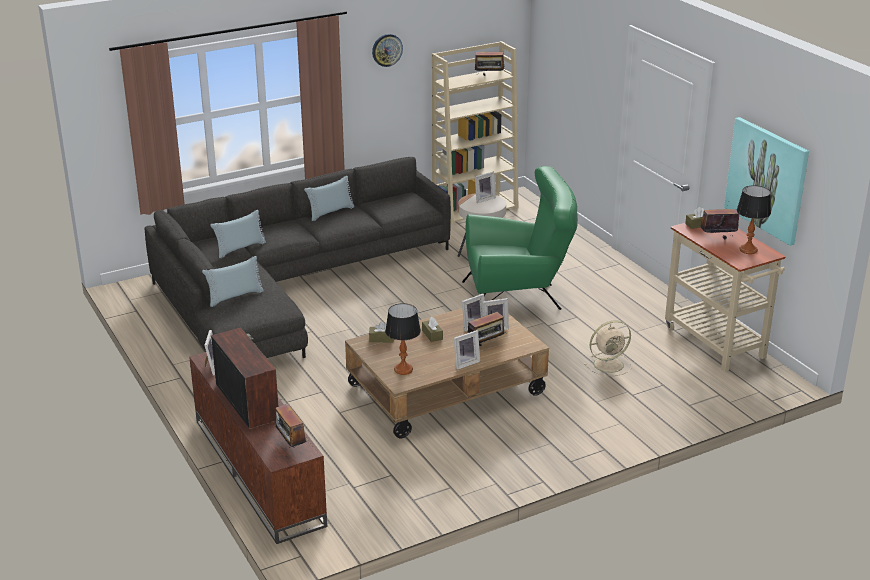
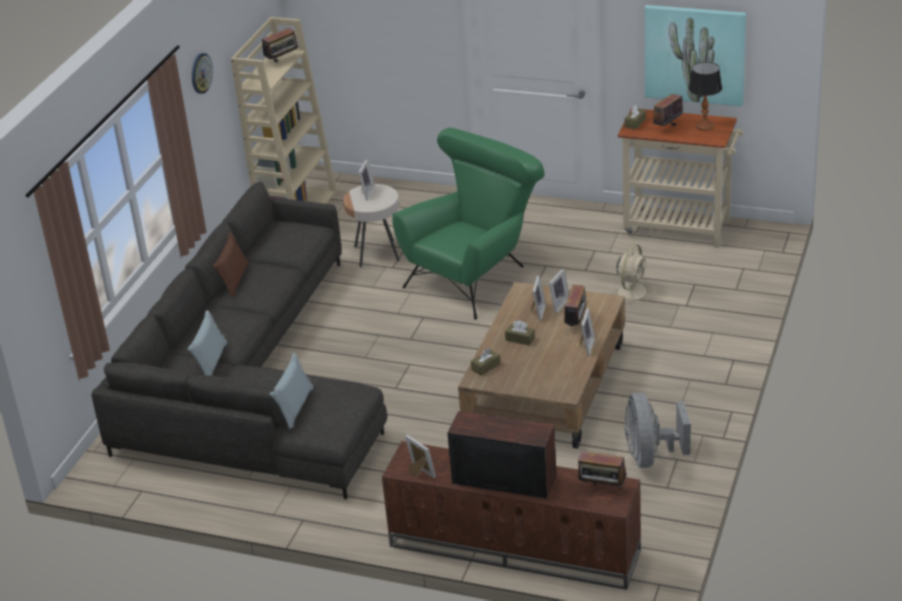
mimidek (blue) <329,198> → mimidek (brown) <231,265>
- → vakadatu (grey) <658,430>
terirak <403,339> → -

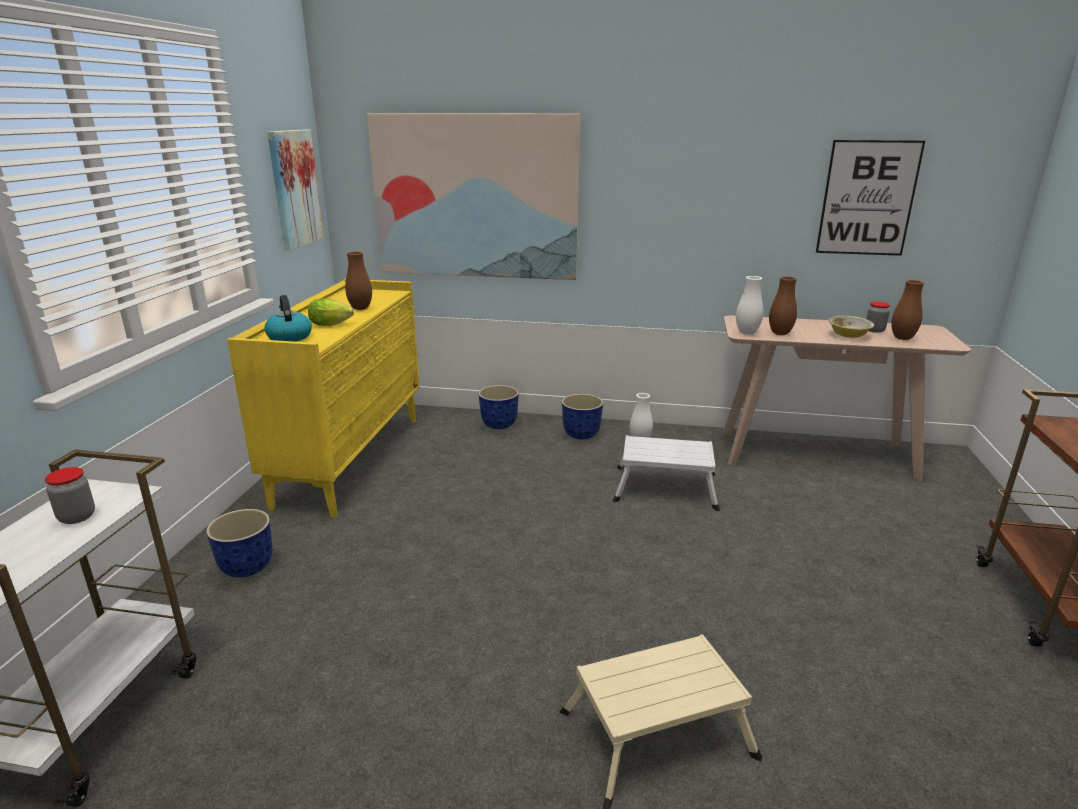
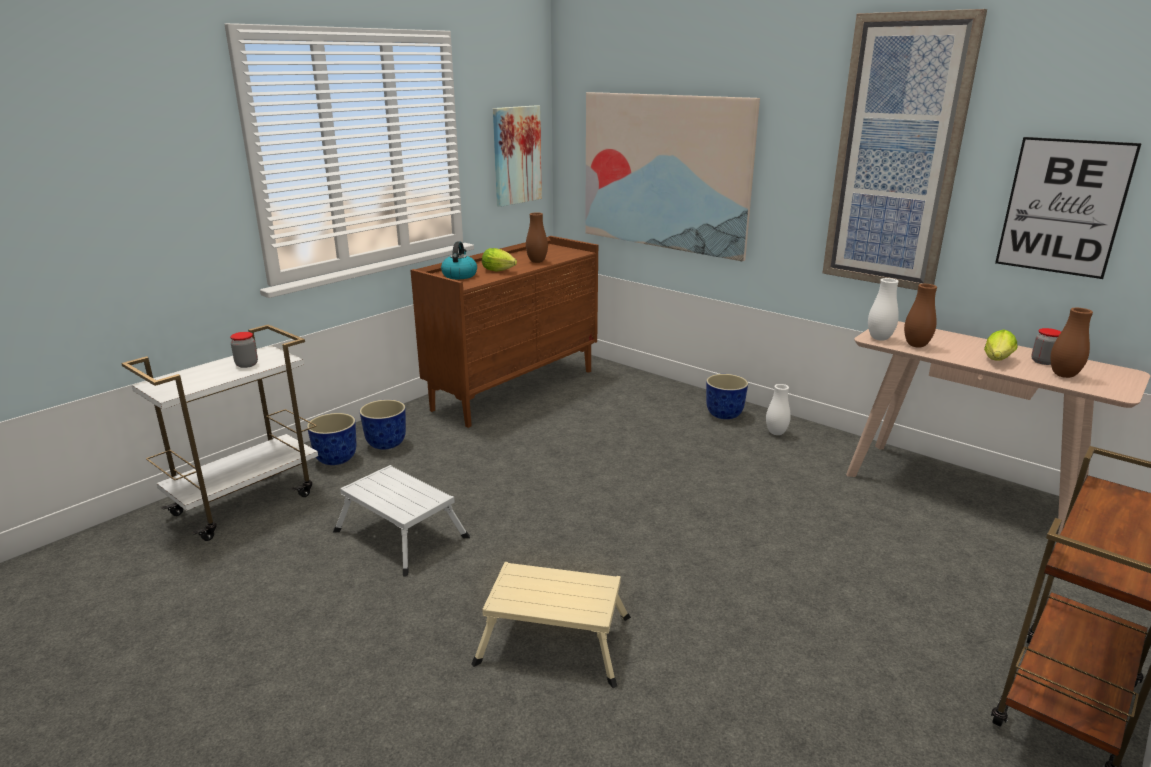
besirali <498,407> → besirali <331,439>, move
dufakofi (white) <666,473> → dufakofi (white) <401,520>, move
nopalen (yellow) <323,398> → nopalen (brown) <504,332>
- → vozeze <904,149>
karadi <851,327> → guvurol <1000,345>

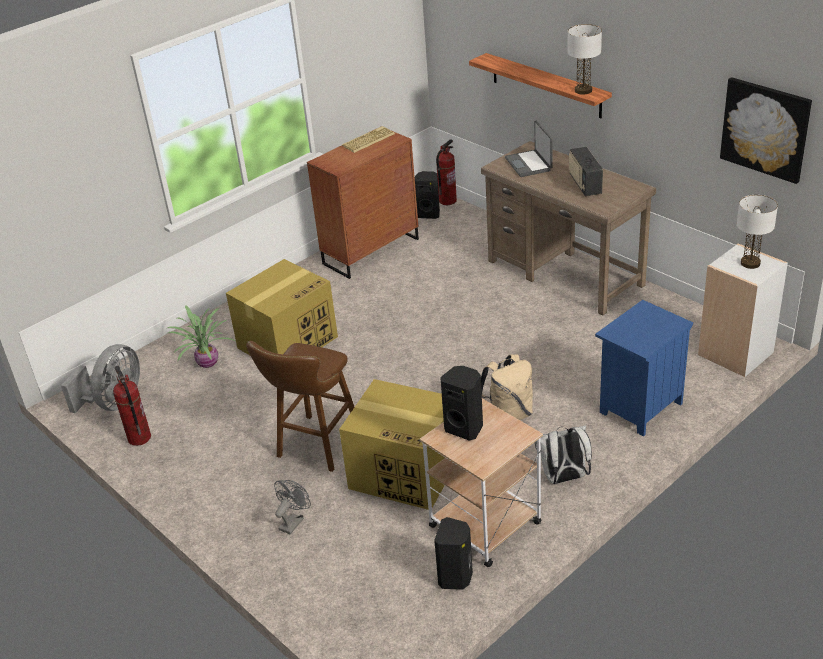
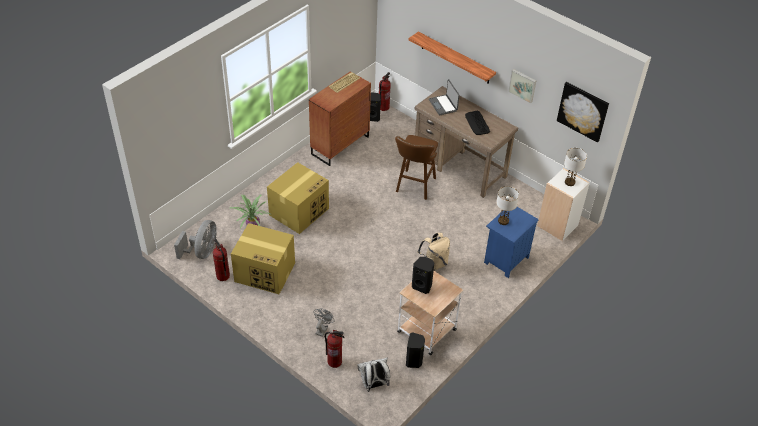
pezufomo <392,444> → pezufomo <263,258>, move
- → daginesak <334,349>
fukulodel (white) <563,454> → fukulodel (white) <373,375>, move
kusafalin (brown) <300,406> → kusafalin (brown) <416,167>, move
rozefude <586,171> → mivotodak <477,123>
terirak <584,59> → terirak <507,205>, move
- → vozeze <522,86>

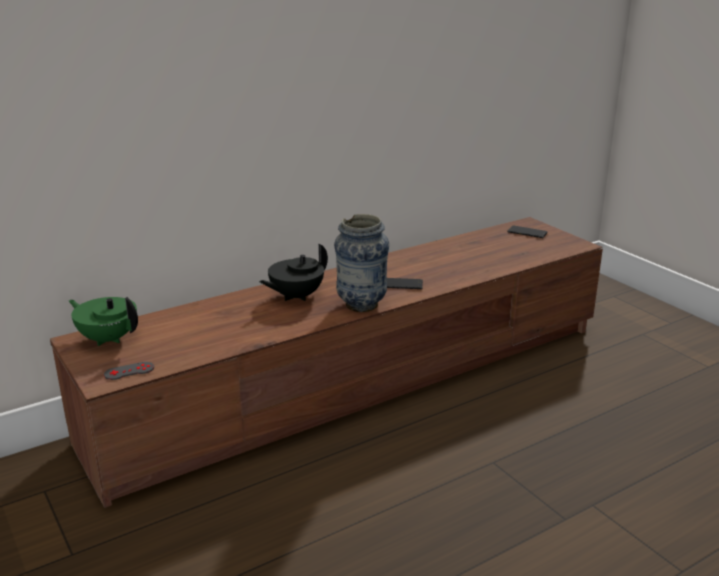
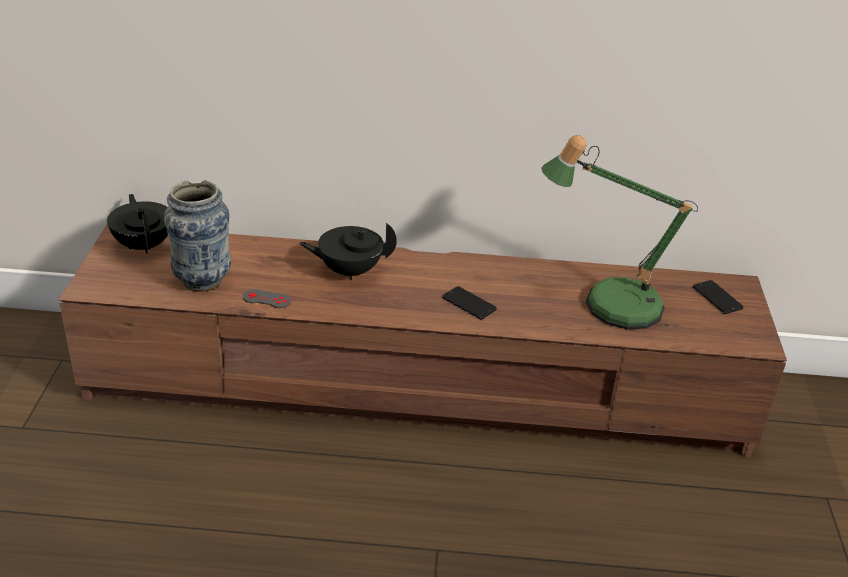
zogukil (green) <103,321> → zogukil (black) <137,224>
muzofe <361,263> → muzofe <197,236>, move
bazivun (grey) <129,371> → bazivun (grey) <267,298>, move
- → terirak <619,232>

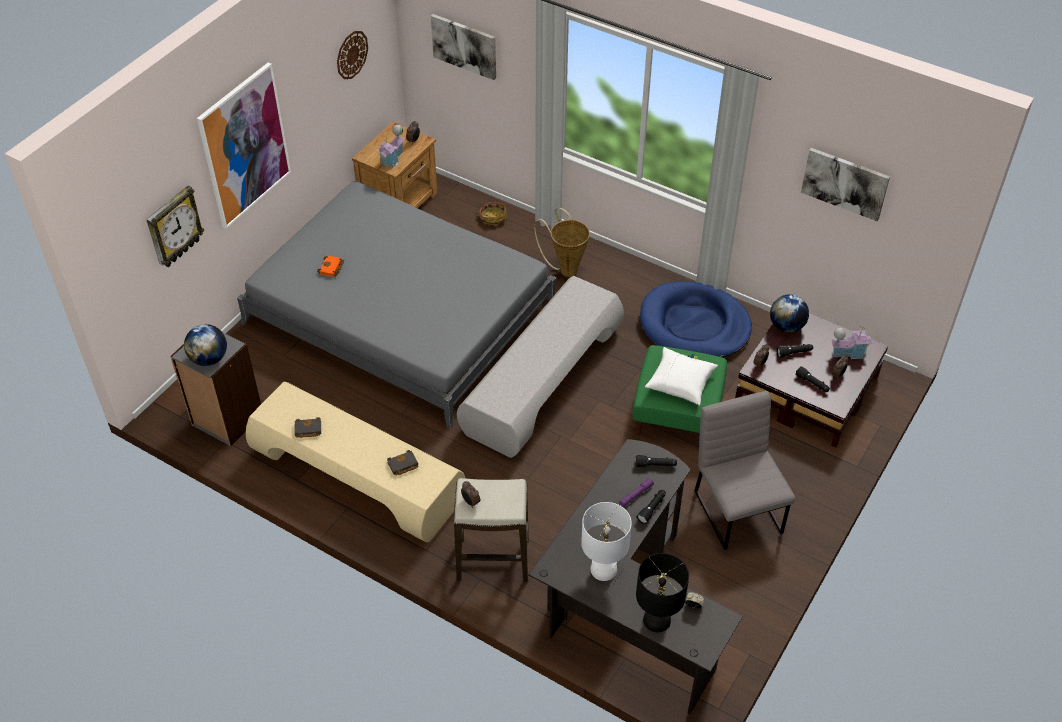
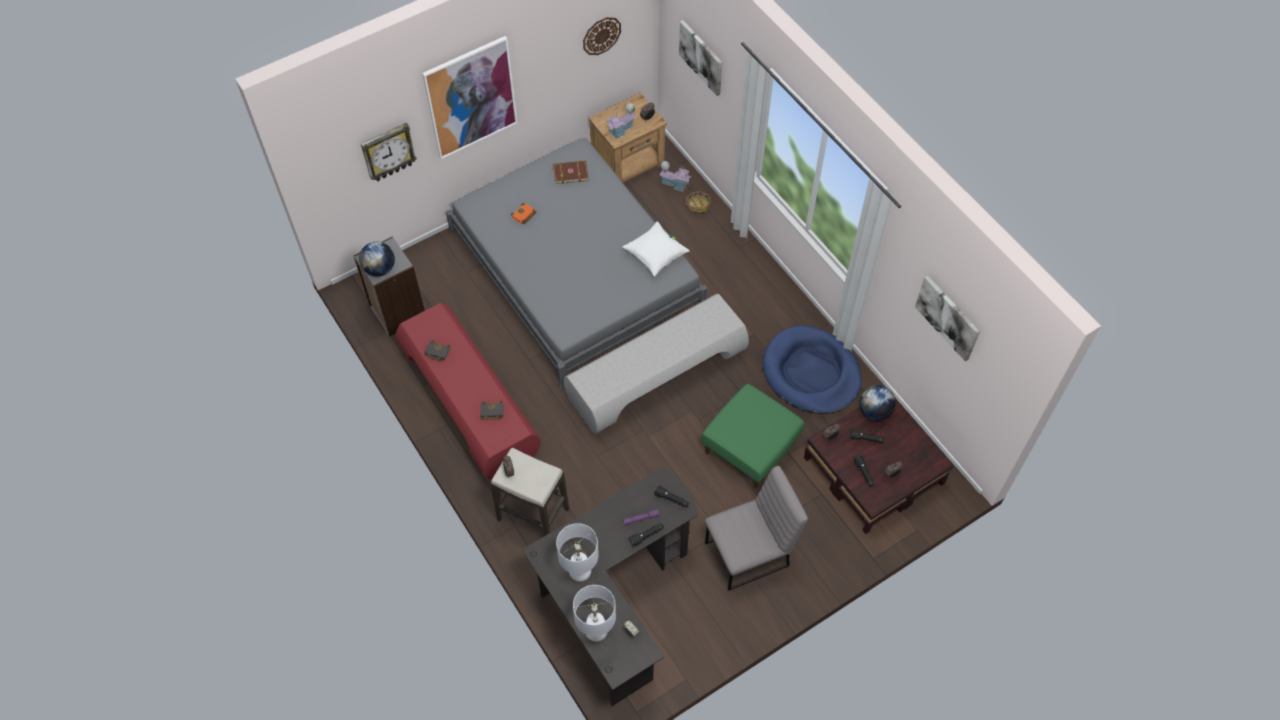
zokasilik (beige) <355,462> → zokasilik (red) <468,391>
- → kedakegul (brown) <570,172>
terirak (black) <662,592> → terirak (white) <594,613>
mimidek (white) <681,376> → mimidek (white) <656,249>, move
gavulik <851,342> → gavulik <675,176>, move
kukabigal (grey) <744,470> → kukabigal (grey) <756,528>, 60 degrees clockwise
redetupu <562,242> → -

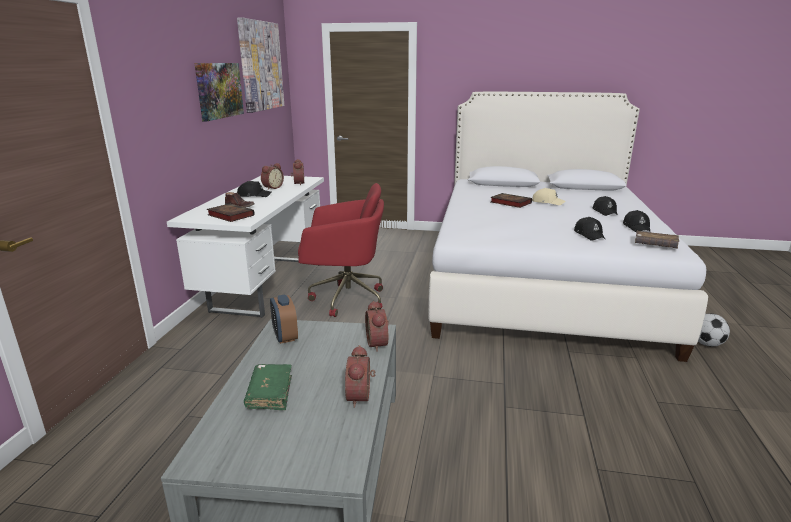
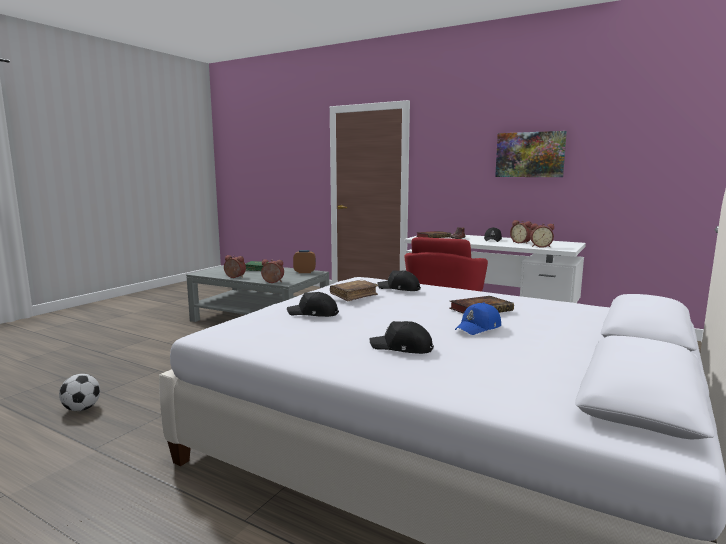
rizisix <714,330> → rizisix <79,392>, move
kedakegul (brown) <657,239> → kedakegul (brown) <354,290>, move
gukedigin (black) <636,221> → gukedigin (black) <399,280>, move
gukedigin (beige) <548,196> → gukedigin (blue) <478,318>
vozeze <260,65> → -

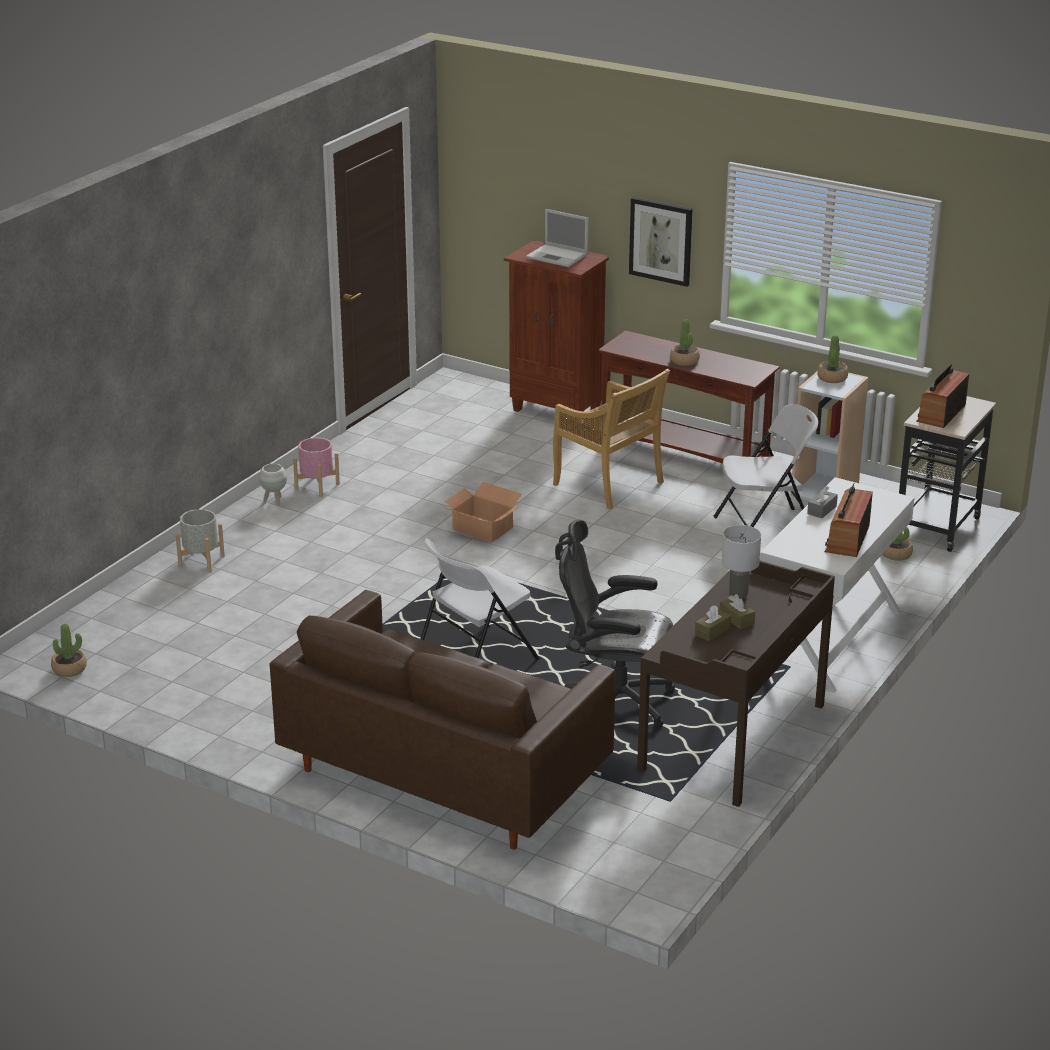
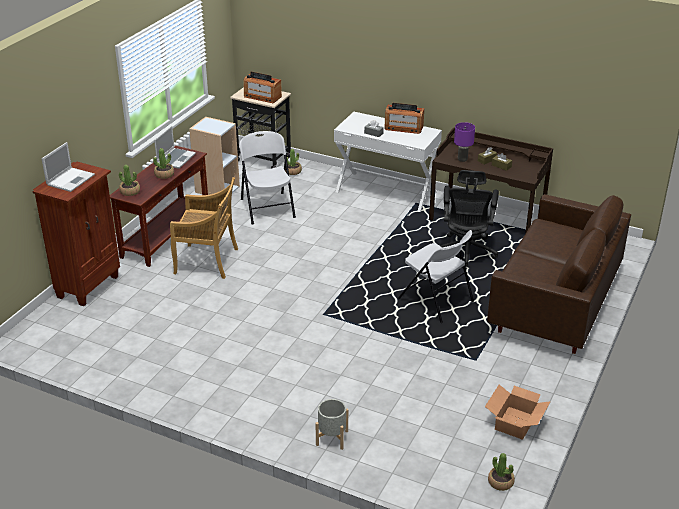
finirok <832,359> → finirok <129,180>, move
- → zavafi <175,147>
kukabigal (beige) <611,439> → kukabigal (beige) <204,228>, 60 degrees clockwise
terirak (white) <741,562> → terirak (purple) <464,142>
pezufomo <483,512> → pezufomo <518,412>, move
besirali (white) <273,484> → -
besirali (pink) <316,467> → -
vozeze <660,242> → -

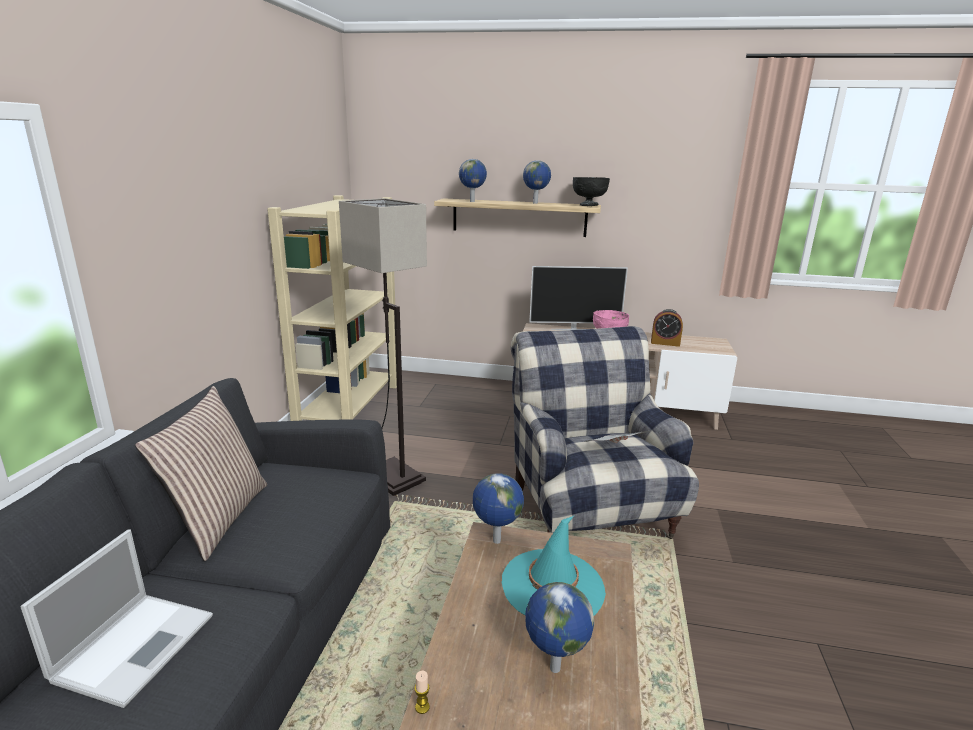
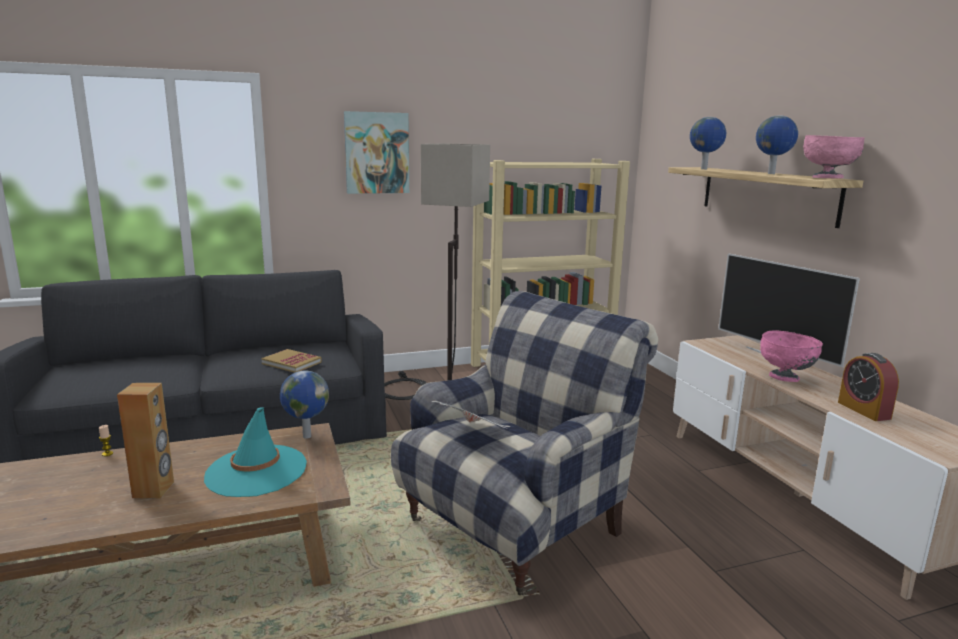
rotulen <559,627> → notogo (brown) <145,440>
- → kedakegul <291,361>
- → vozeze <376,152>
karadi (black) <591,191> → karadi (pink) <834,157>
zavafi <116,619> → -
mimidek <201,473> → -

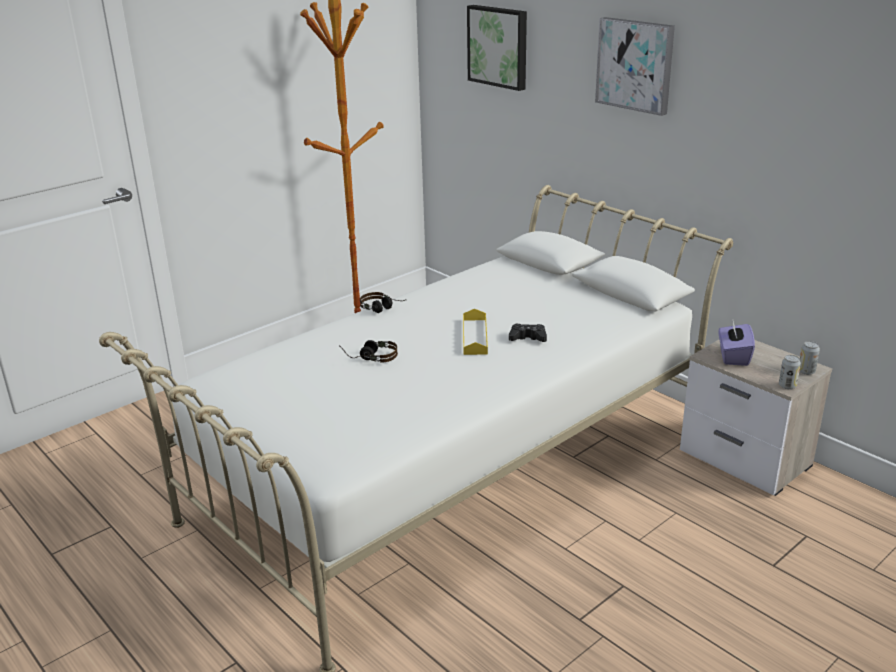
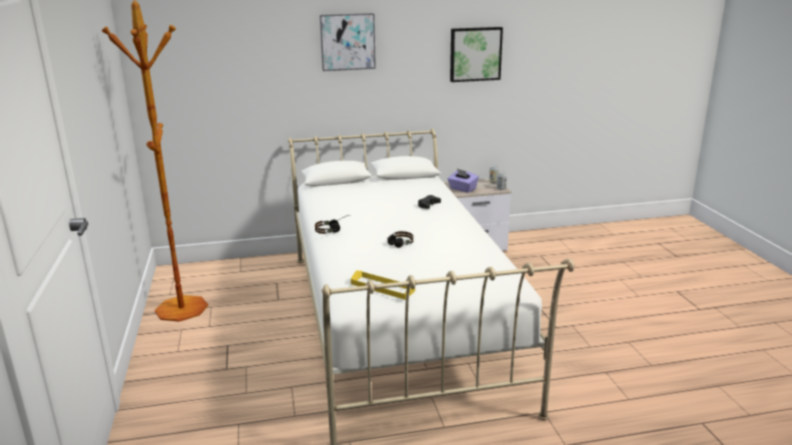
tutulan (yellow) <475,332> → tutulan (yellow) <383,285>, move
vozeze <497,48> → vozeze <476,54>, move

